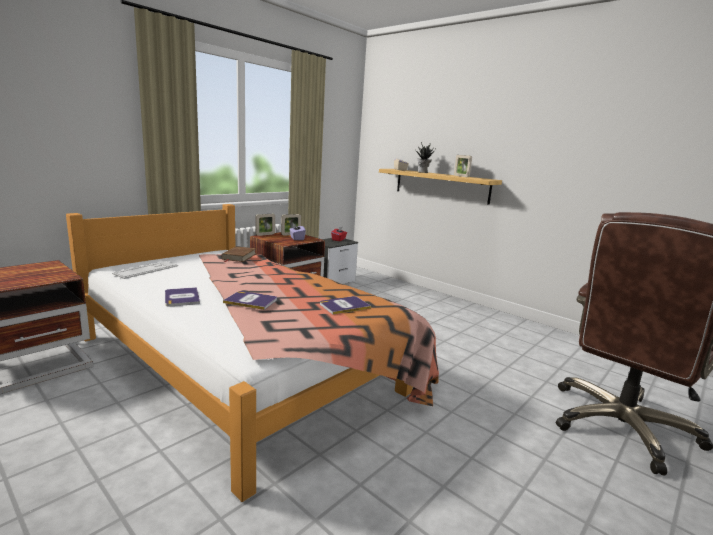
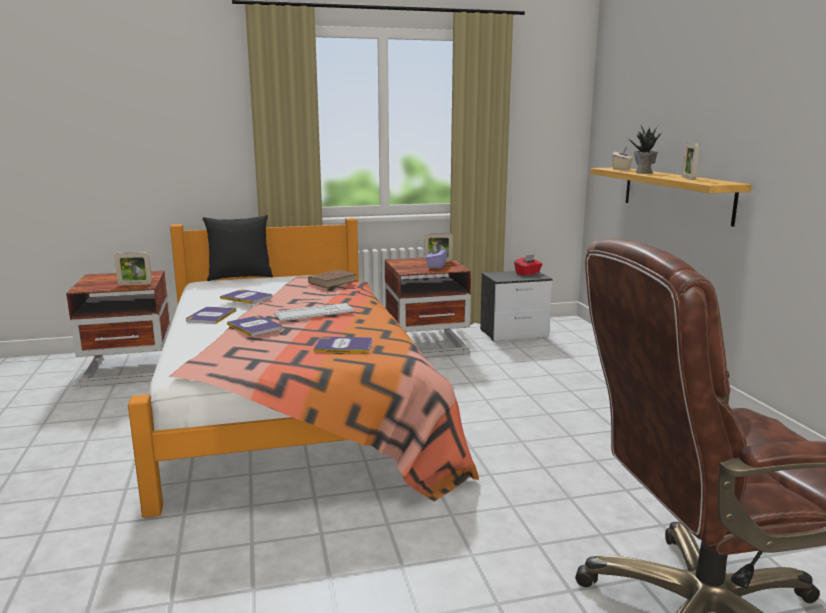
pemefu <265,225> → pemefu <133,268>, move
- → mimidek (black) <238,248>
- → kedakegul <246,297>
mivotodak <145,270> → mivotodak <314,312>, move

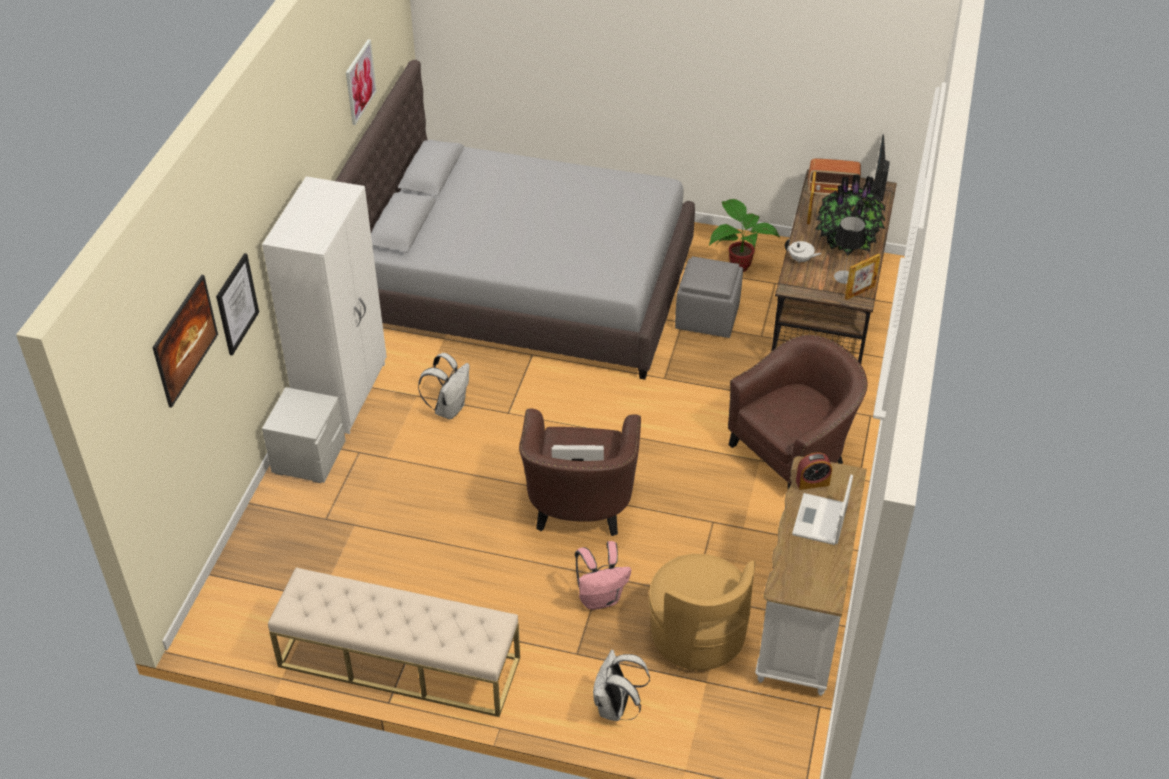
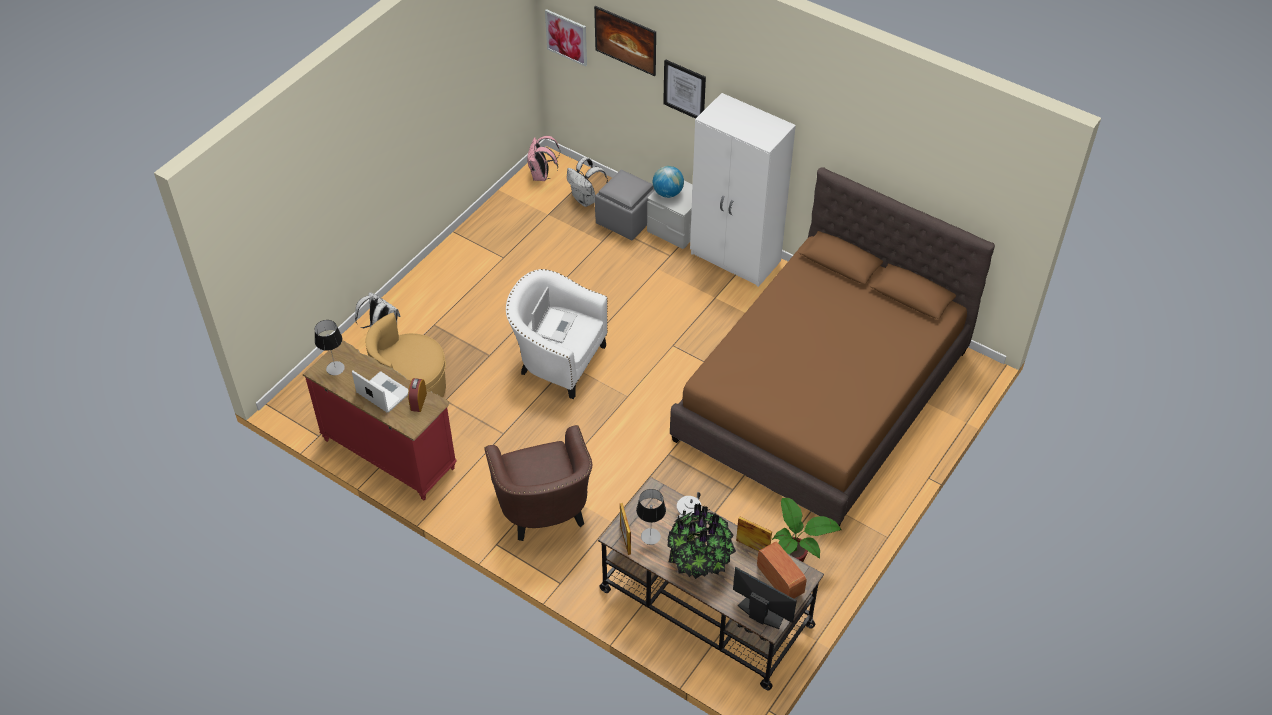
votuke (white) <811,576> → votuke (red) <380,420>
- → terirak <329,347>
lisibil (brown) <580,472> → lisibil (white) <557,334>
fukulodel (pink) <603,575> → fukulodel (pink) <543,158>, move
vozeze <361,82> → vozeze <566,38>, move
fukulodel (white) <443,386> → fukulodel (white) <587,182>, move
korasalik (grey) <709,297> → korasalik (grey) <625,205>, move
- → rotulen <668,182>
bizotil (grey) <515,220> → bizotil (brown) <832,346>
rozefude <834,177> → rozefude <781,570>, 120 degrees clockwise
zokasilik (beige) <394,642> → -

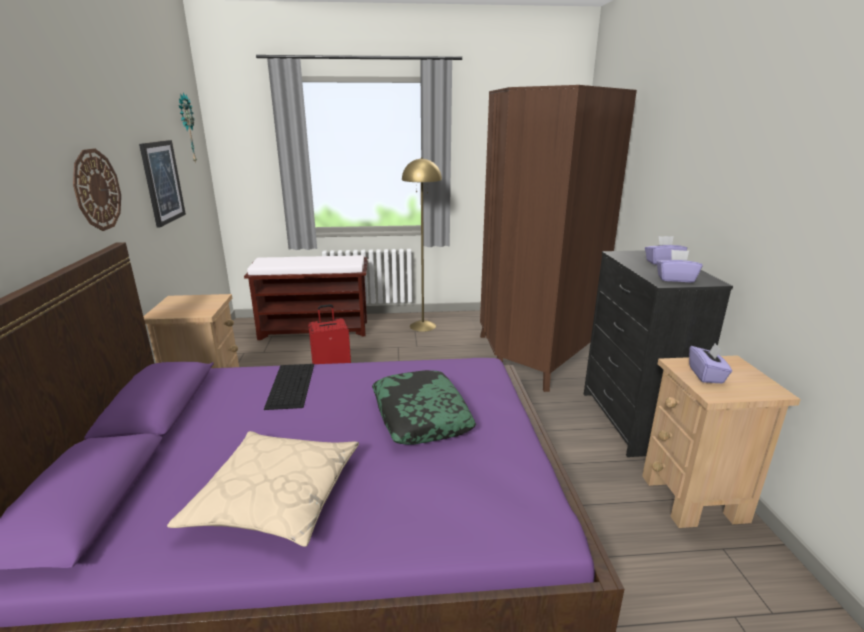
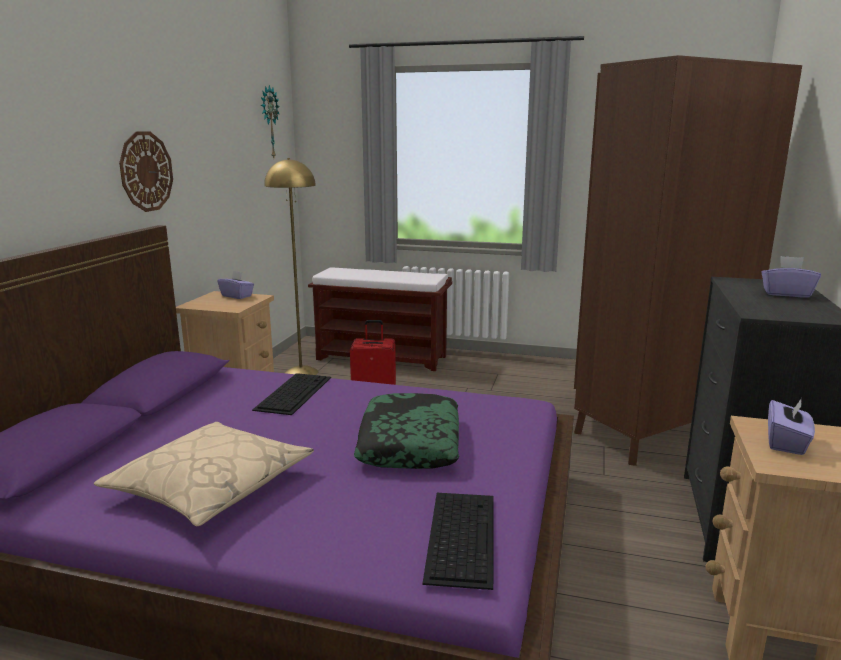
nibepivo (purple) <679,266> → nibepivo (purple) <235,285>, move
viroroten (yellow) <422,244> → viroroten (yellow) <291,266>, move
- → mivotodak <458,541>
vozeze <162,183> → -

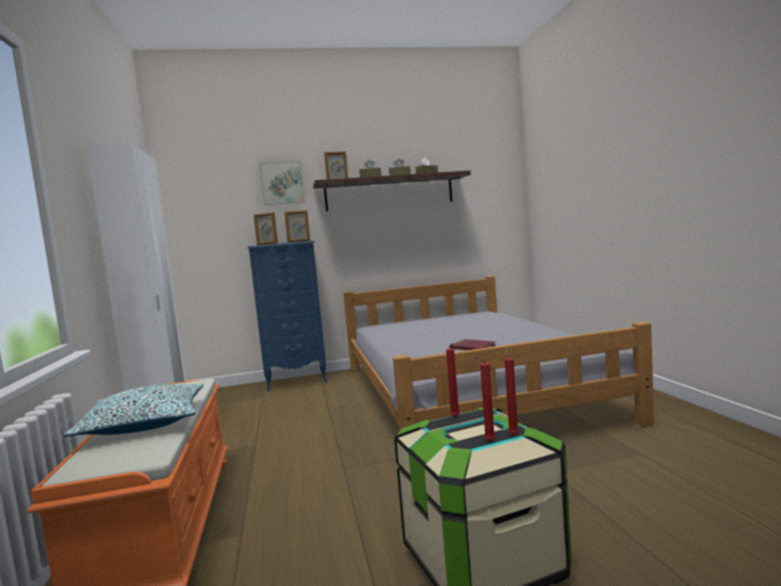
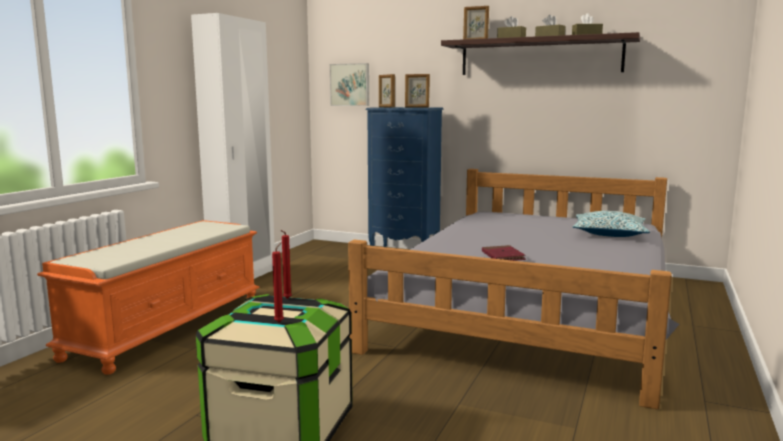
vozeze <282,183> → vozeze <349,84>, move
mimidek <133,410> → mimidek <611,224>, move
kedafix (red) <485,398> → -

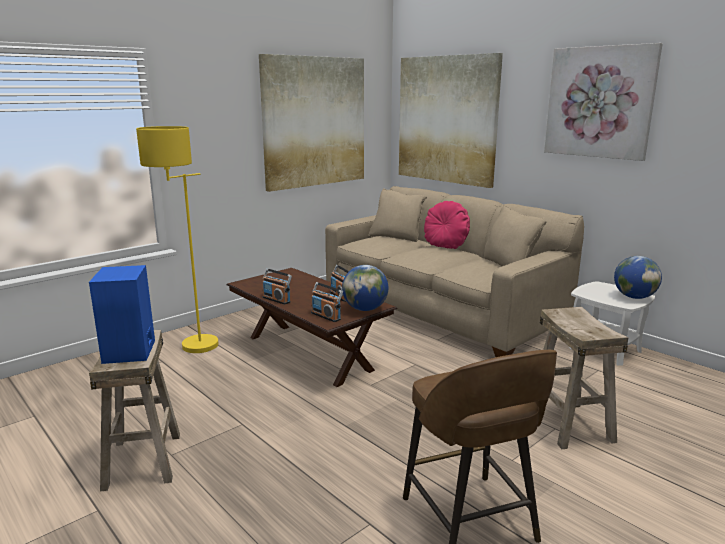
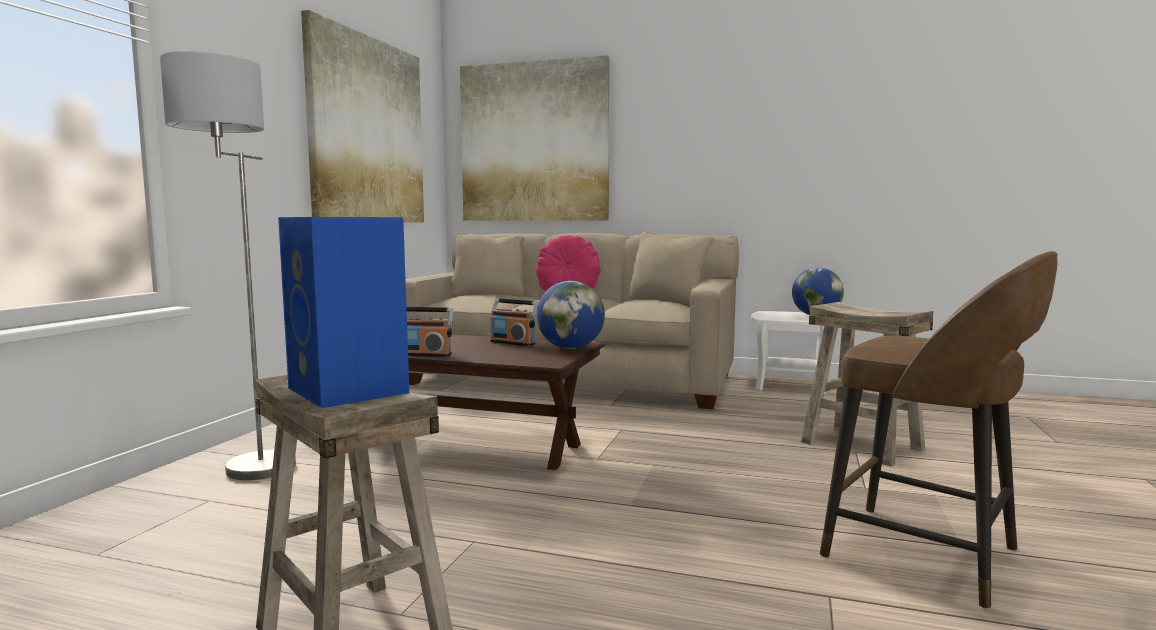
viroroten (yellow) <177,239> → viroroten (grey) <228,265>
rozefude <327,302> → -
vozeze <603,102> → -

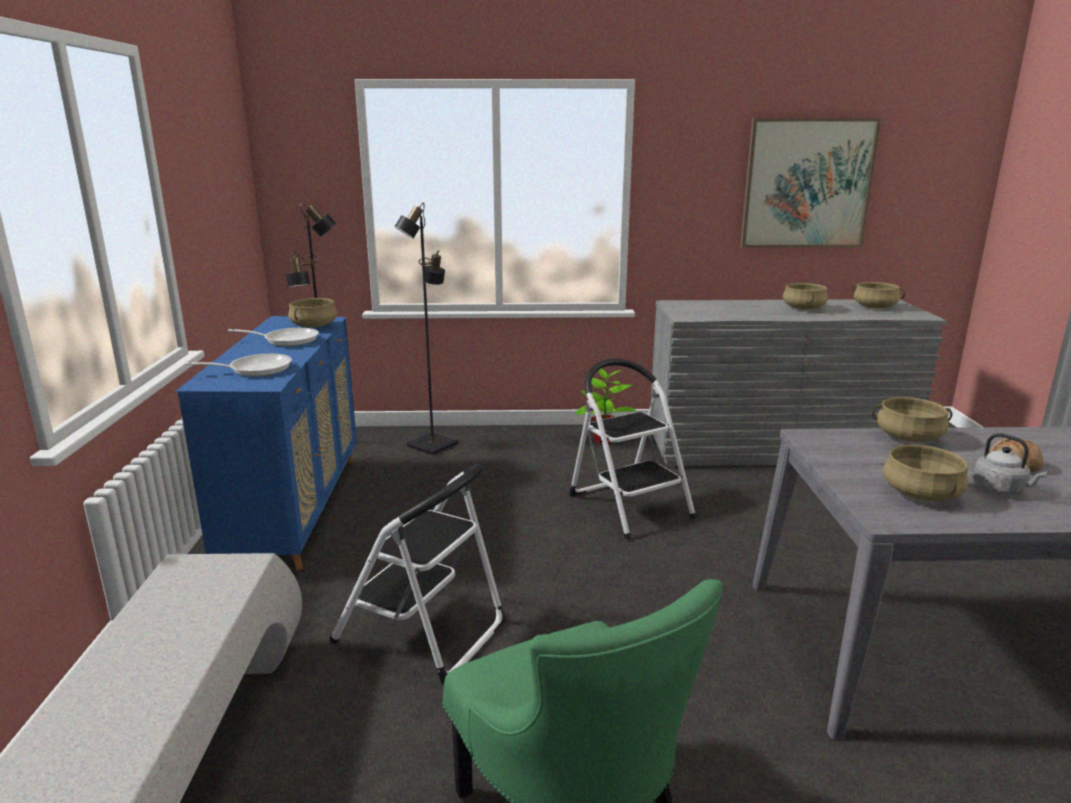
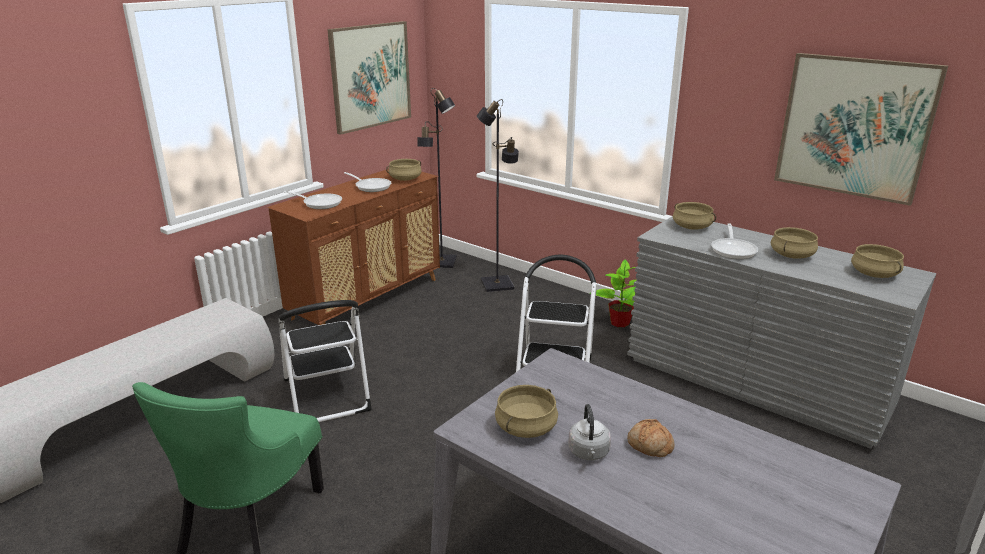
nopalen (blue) <266,443> → nopalen (brown) <353,247>
- → vozeze <369,78>
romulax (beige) <912,419> → romulax (beige) <694,216>, move
- → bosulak <734,241>

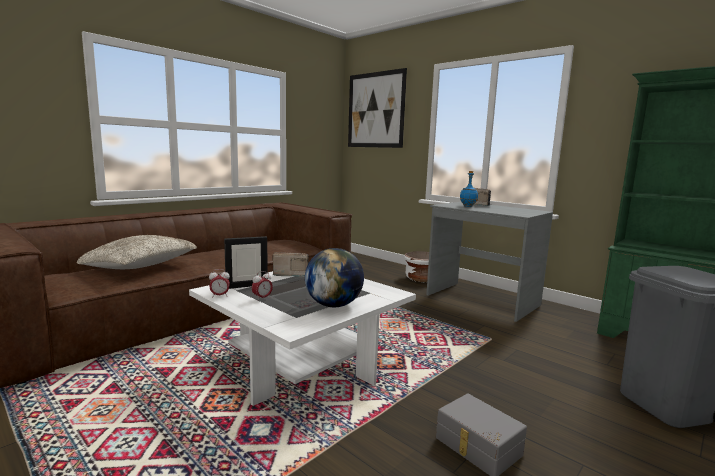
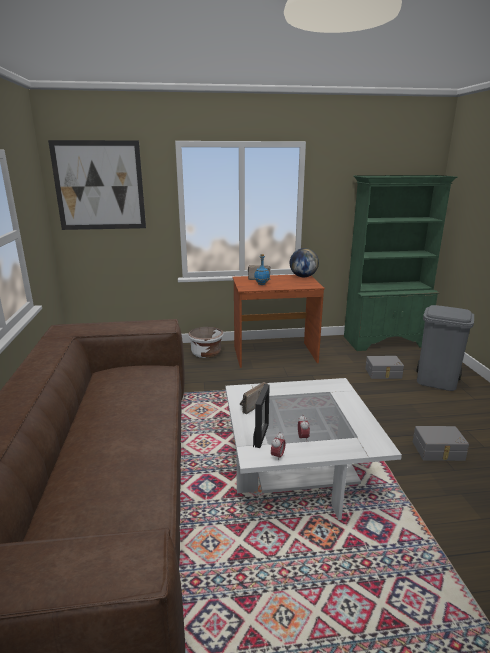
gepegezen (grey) <489,262> → gepegezen (brown) <279,321>
rotulen <334,277> → rotulen <304,262>, move
- → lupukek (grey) <384,367>
mimidek (beige) <137,252> → -

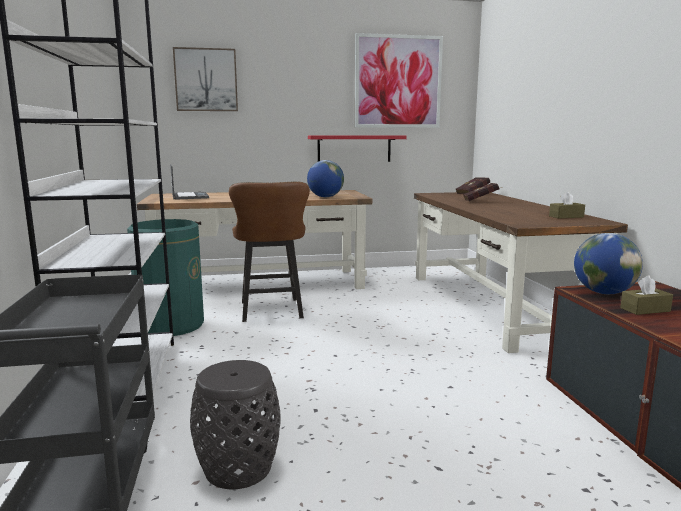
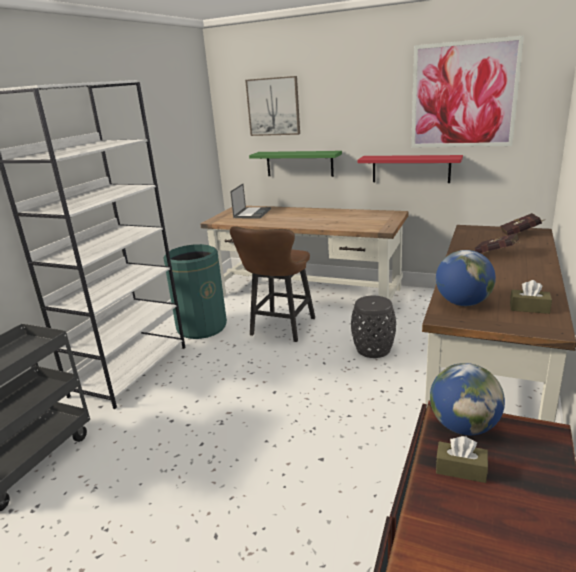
- → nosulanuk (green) <295,164>
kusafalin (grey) <235,424> → kusafalin (grey) <373,327>, move
rotulen <325,178> → rotulen <466,278>, move

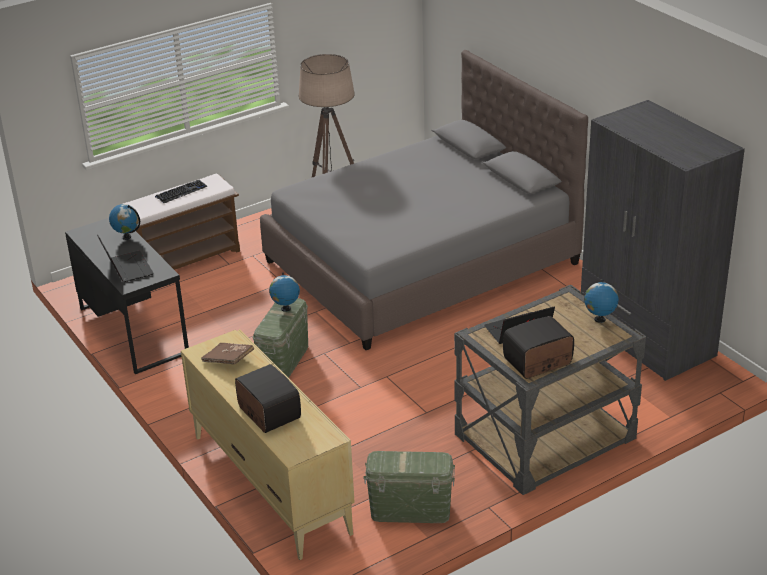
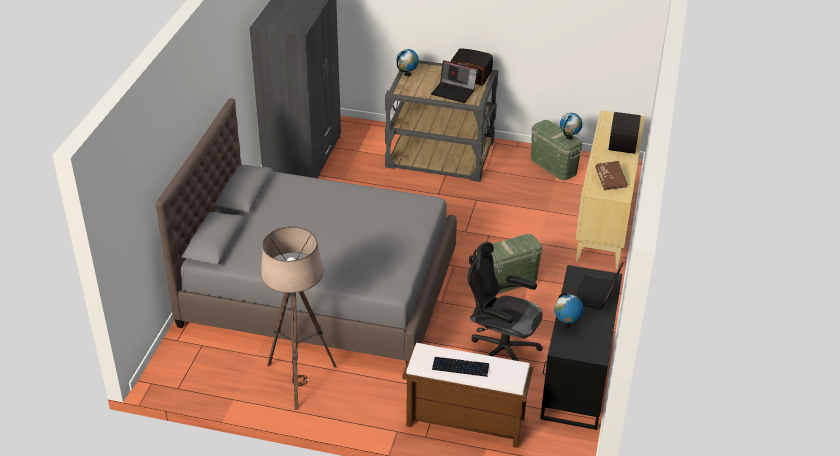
- → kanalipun <505,301>
rotulen <284,292> → rotulen <571,126>, move

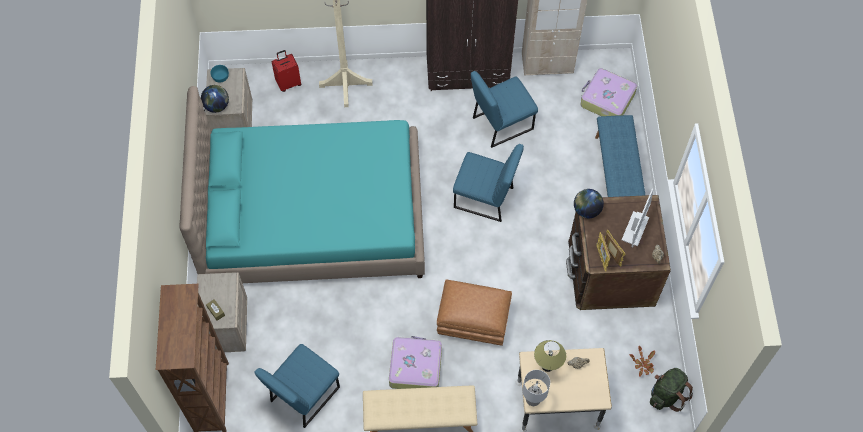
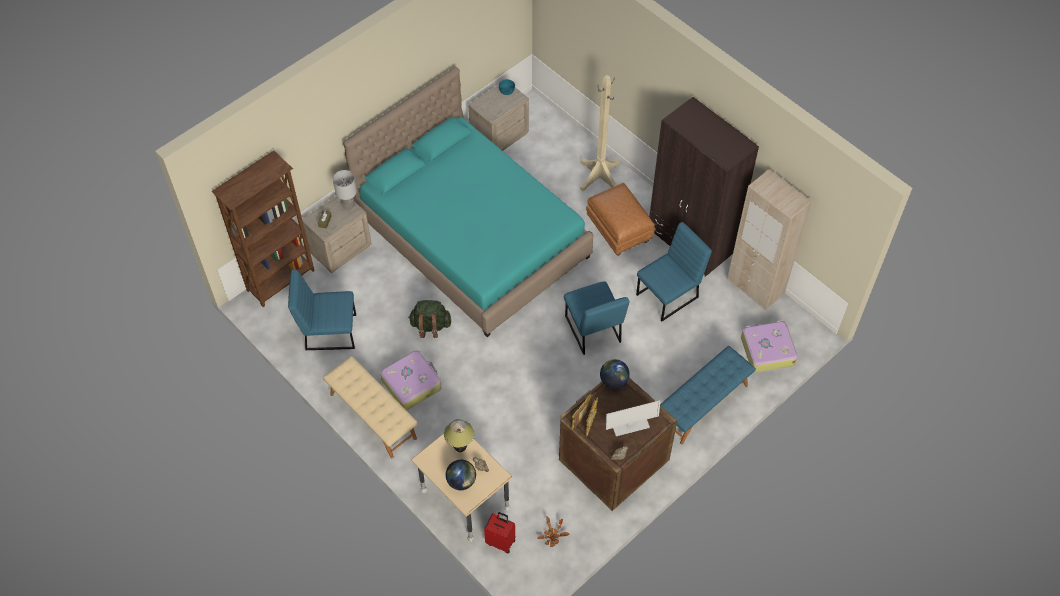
terirak (grey) <536,388> → terirak (grey) <345,190>, move
fukulodel (green) <671,390> → fukulodel (green) <429,319>, move
rotulen <215,99> → rotulen <461,475>, move
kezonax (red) <286,71> → kezonax (red) <499,533>, move
korasalik (brown) <474,312> → korasalik (brown) <620,219>, move
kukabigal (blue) <504,109> → kukabigal (blue) <674,271>, 120 degrees clockwise

